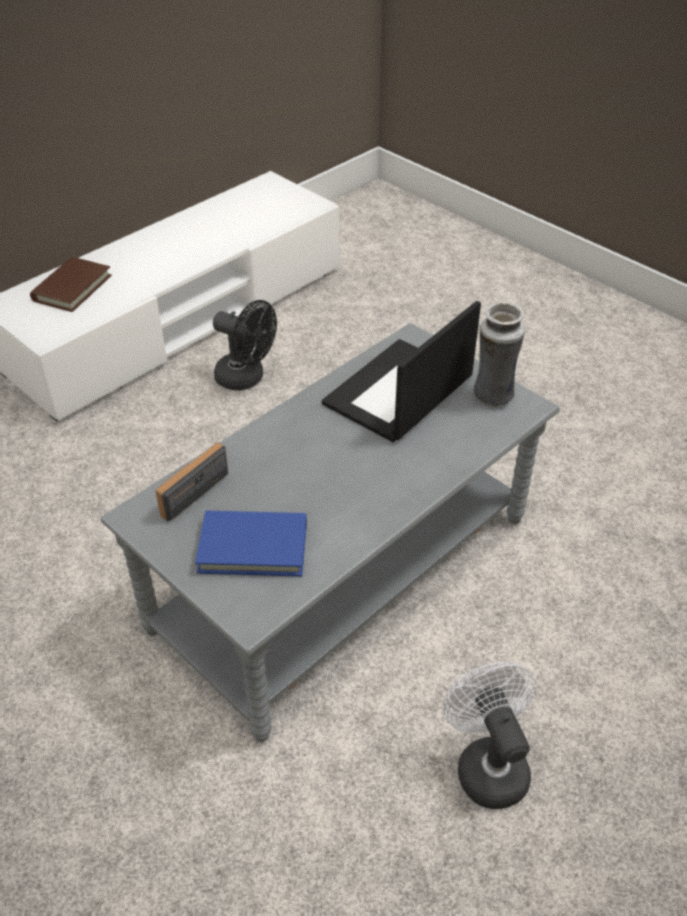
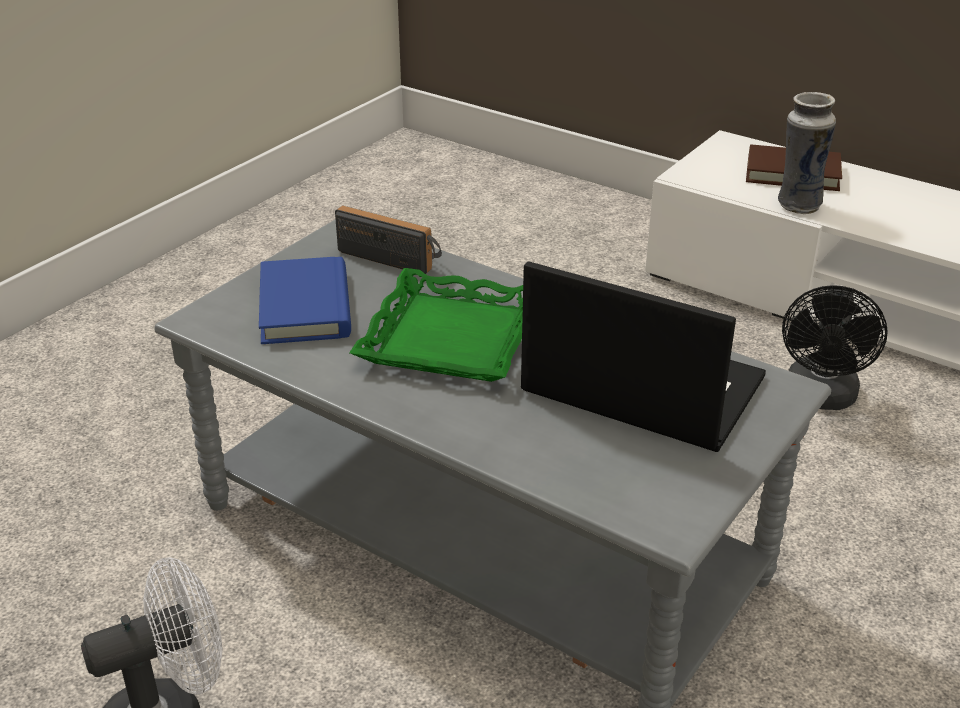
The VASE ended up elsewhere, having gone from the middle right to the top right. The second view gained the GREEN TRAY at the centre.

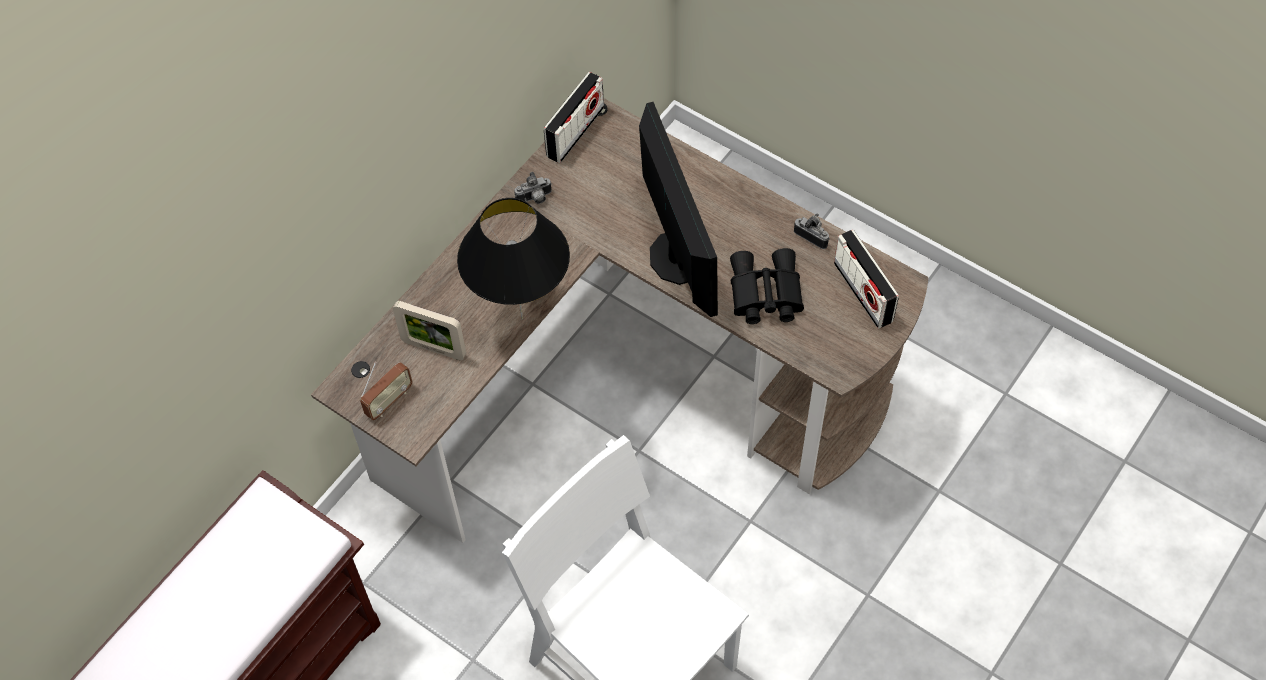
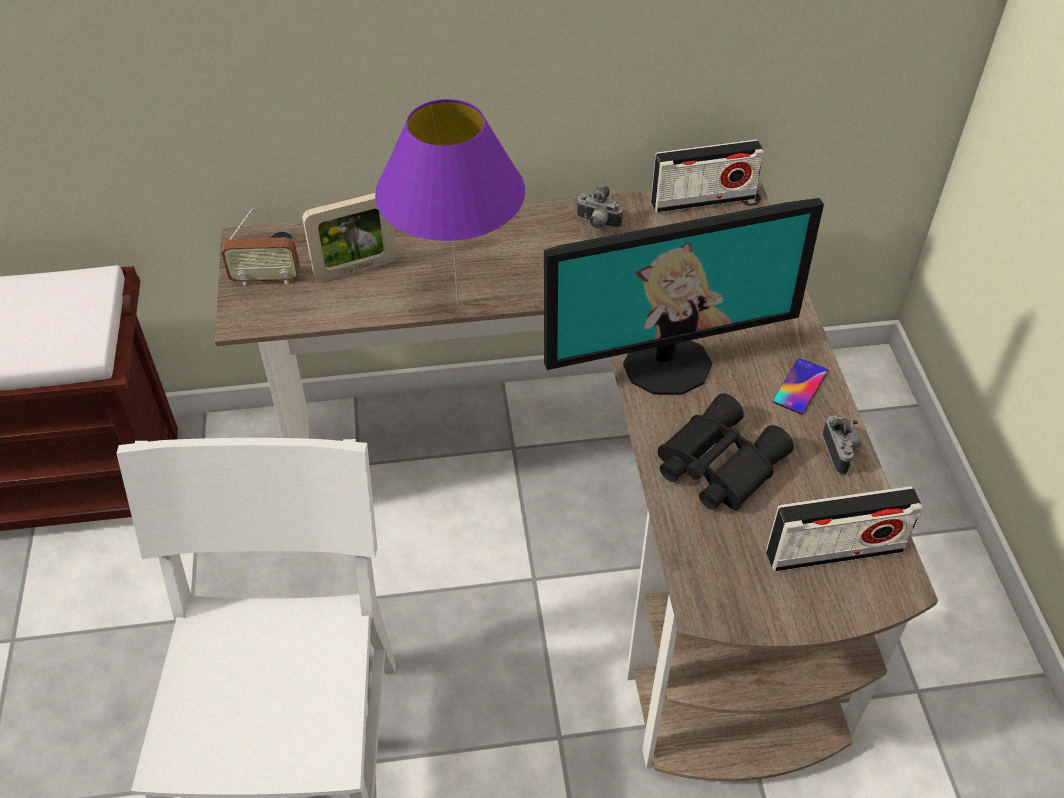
The MONITOR at the top centre ended up facing another way, 45 degrees clockwise from before. What was the BLACK TABLE LAMP at the centre turned into the PURPLE TABLE LAMP at the top centre. The RADIO (no. 3 from left) at the middle right ended up facing another way, 120 degrees counterclockwise from before. The PICTURE FRAME at the centre ended up facing another way, 90 degrees counterclockwise from before. The second view gained the PHONE at the middle right.

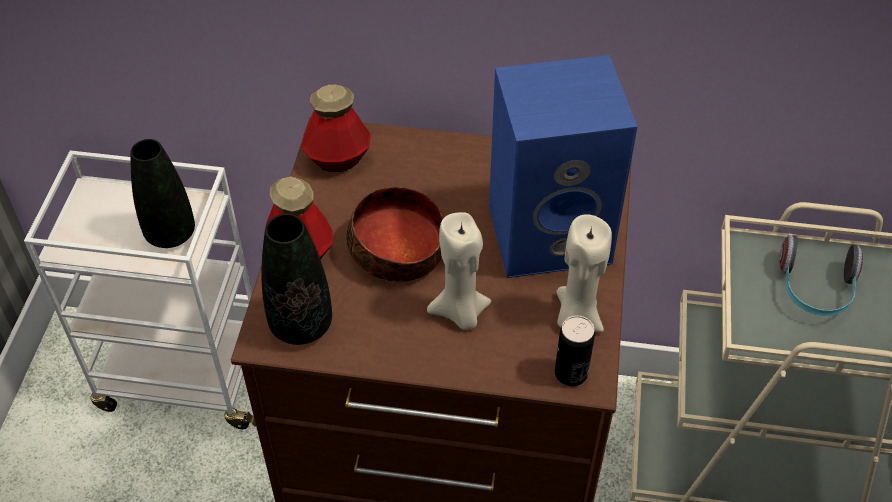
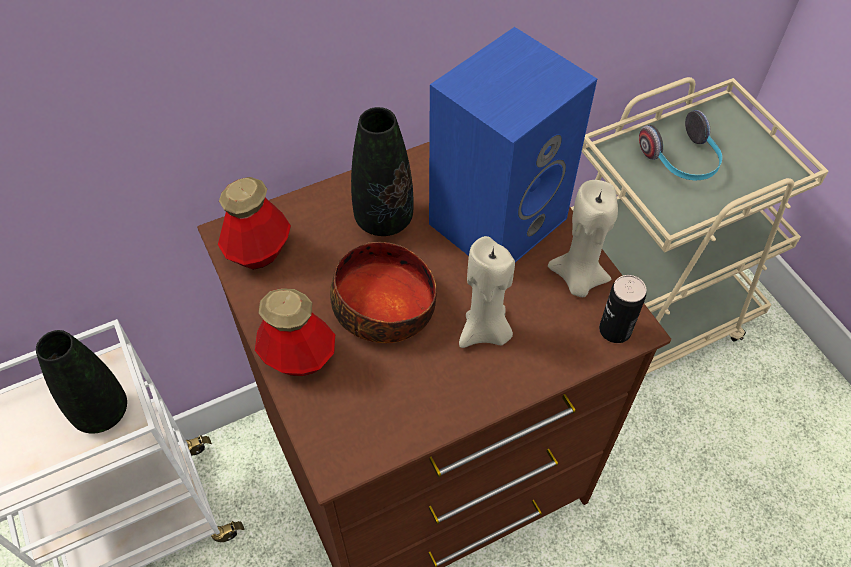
The BLACK VASE (no. 2 from left) ended up elsewhere, having gone from the middle left to the top centre.

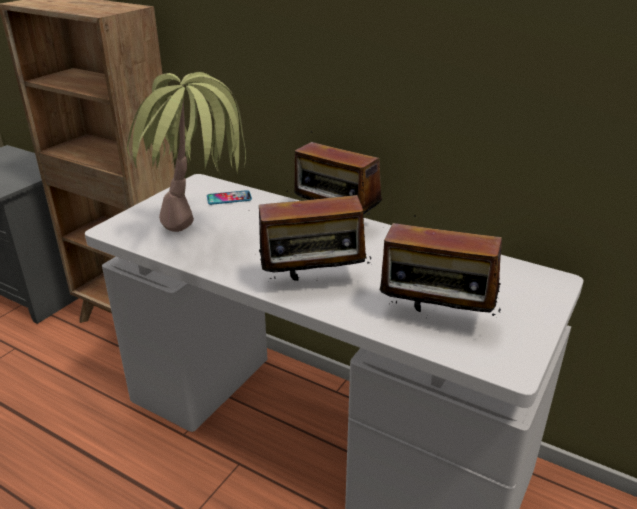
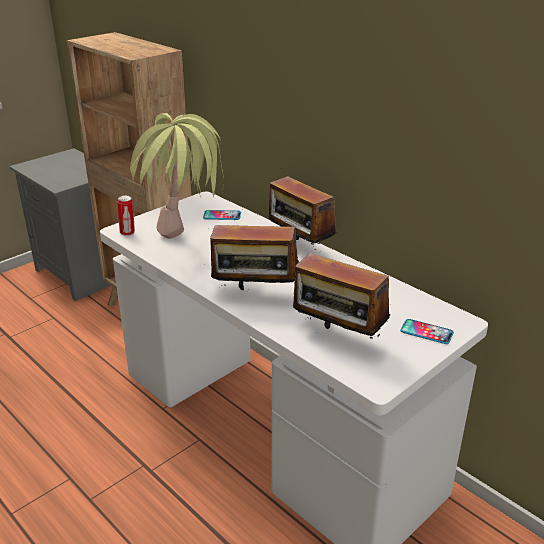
The second view gained the CAN at the middle left. The second view gained the PHONE (no. 2 from left) at the middle right.

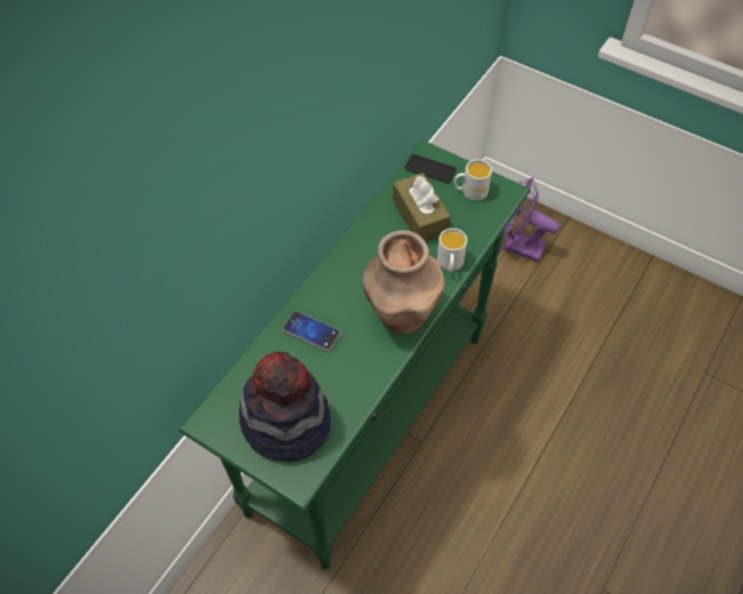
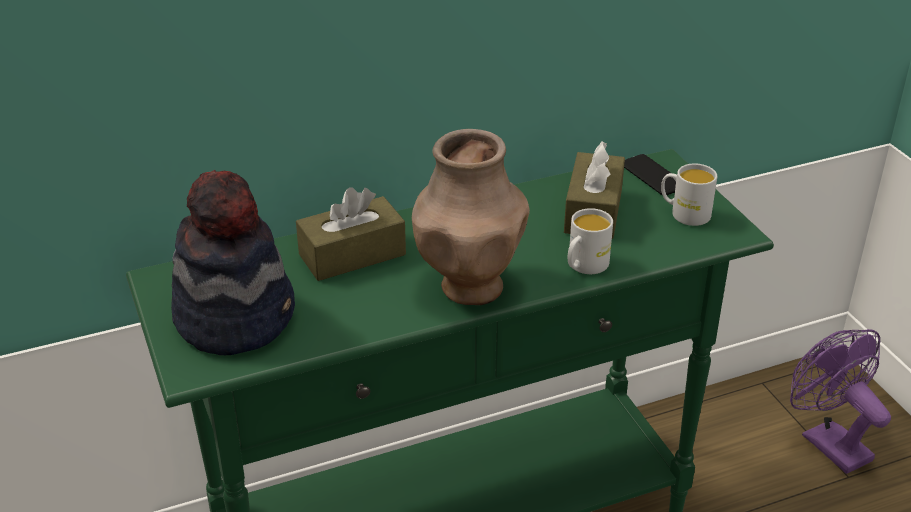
Where the PHONE (no. 1 from left) stood at the centre, the BROWN TISSUE BOX (no. 1 from left) came to stand at the centre.

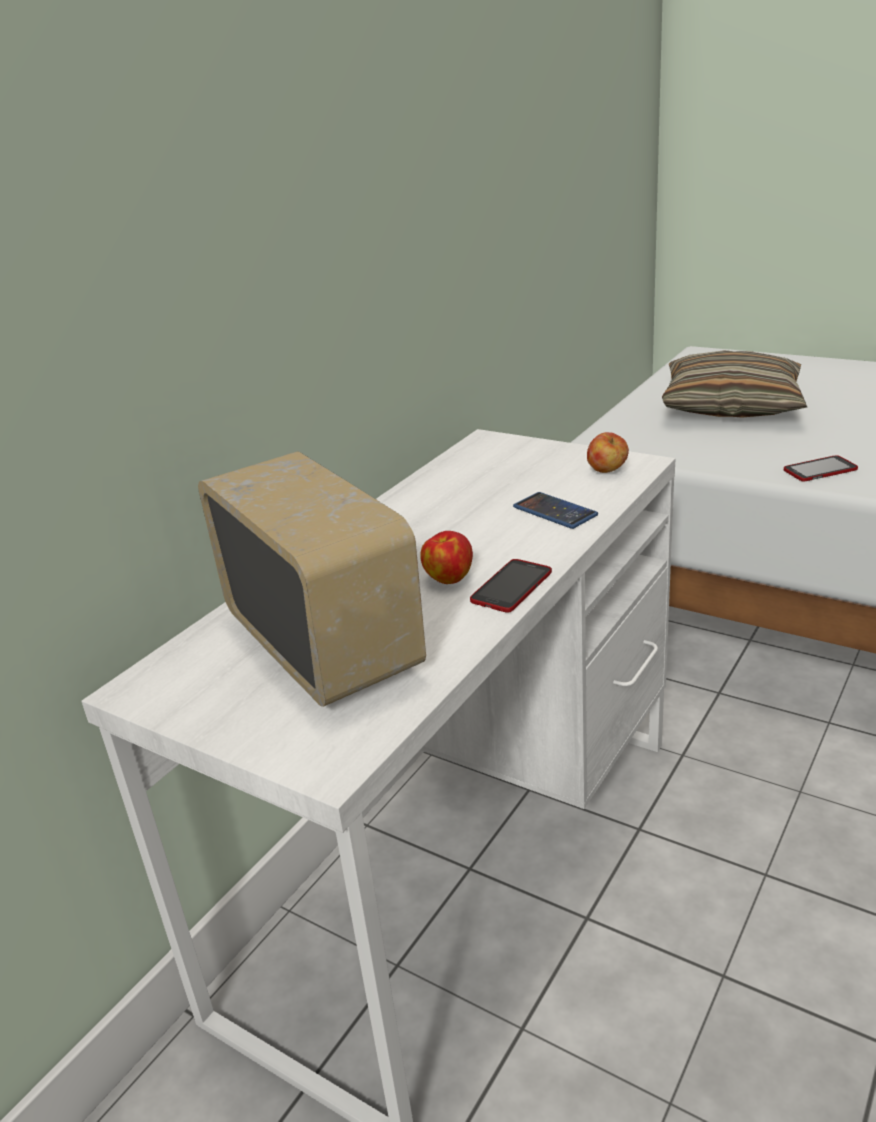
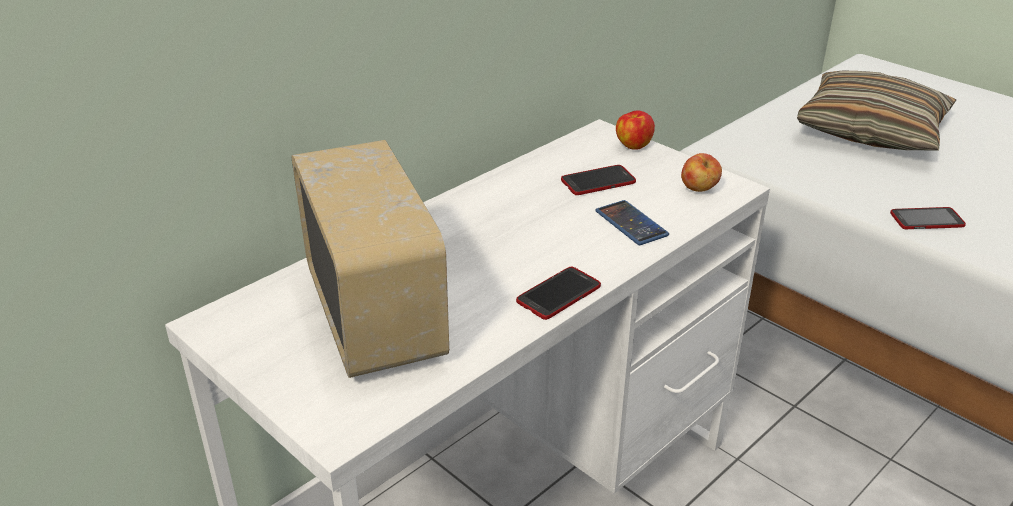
The APPLE (no. 1 from left) ended up elsewhere, having gone from the centre to the top centre. The second view gained the PHONE (no. 2 from left) at the centre.

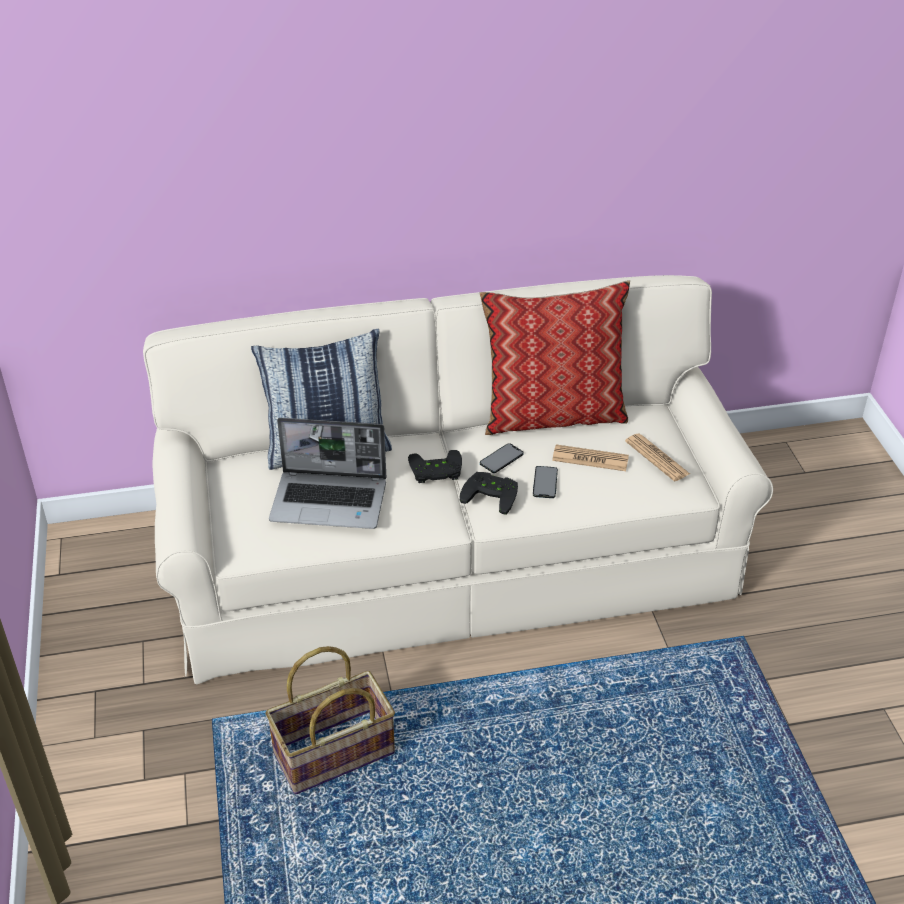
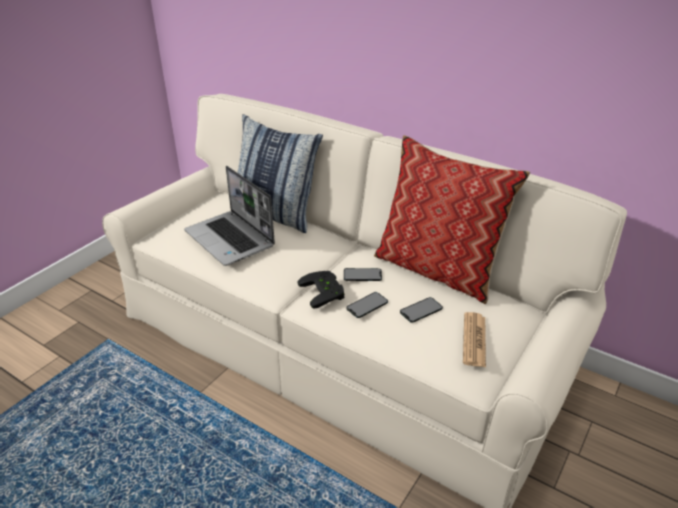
Where the NEWSPAPER (no. 1 from left) stood at the centre, the PHONE (no. 3 from left) came to stand at the centre. The second view lost the BLACK GAME CONTROLLER (no. 1 from left) at the centre. The second view lost the BASKET at the bottom centre.

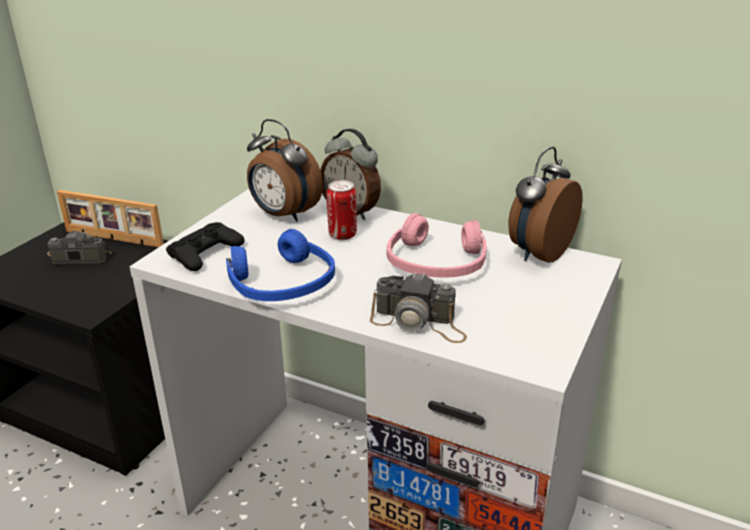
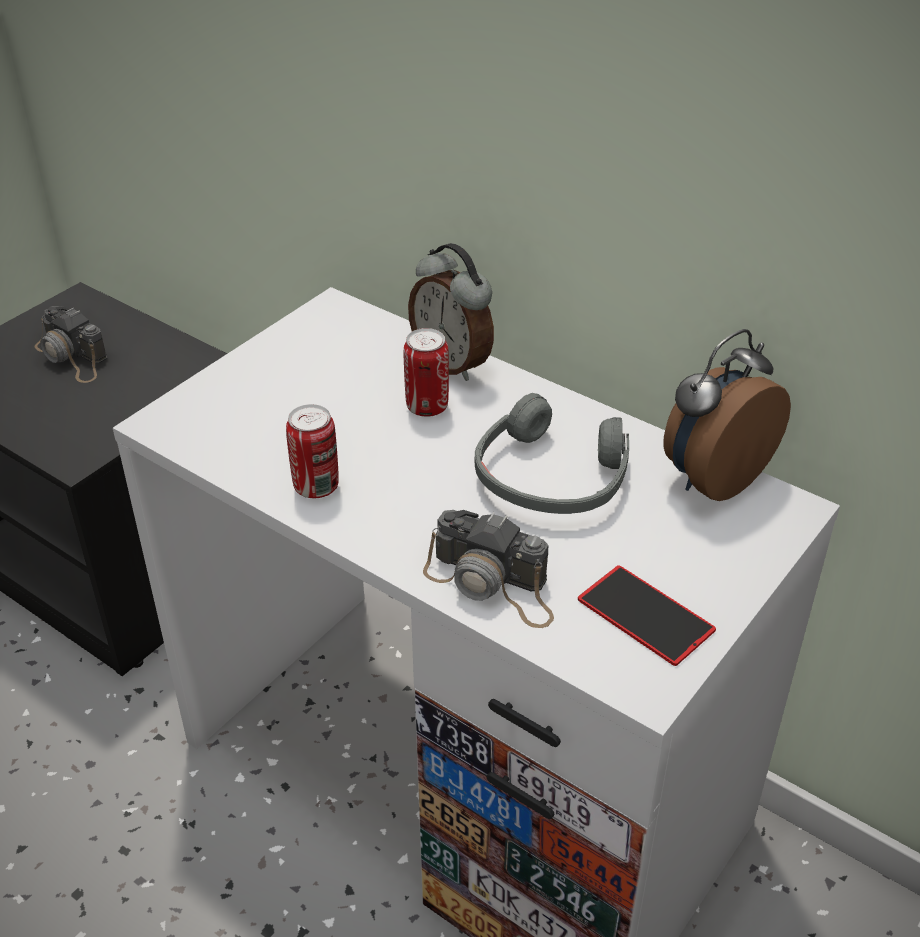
The second view lost the ALARM CLOCK (no. 1 from left) at the top centre. The second view lost the PICTURE FRAME at the middle left. What was the PINK HEADPHONES at the centre turned into the GREY HEADPHONES at the centre. The second view lost the BLACK GAME CONTROLLER at the middle left. Where the BLUE HEADPHONES stood at the centre, the CAN (no. 1 from left) came to stand at the centre. The PHOTO CAMERA (no. 1 from left) at the middle left ended up facing another way, 150 degrees counterclockwise from before. The second view gained the PHONE at the middle right.

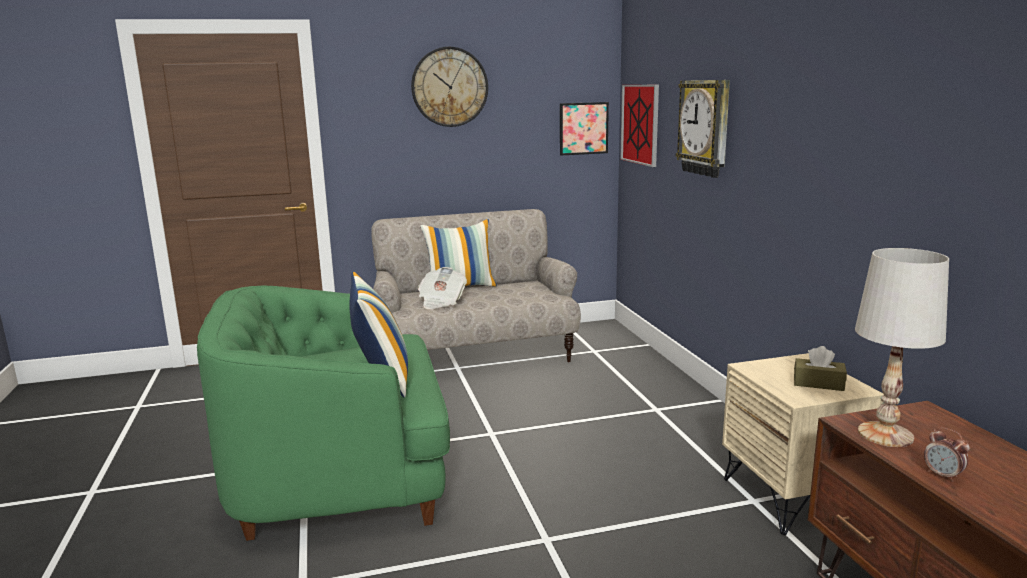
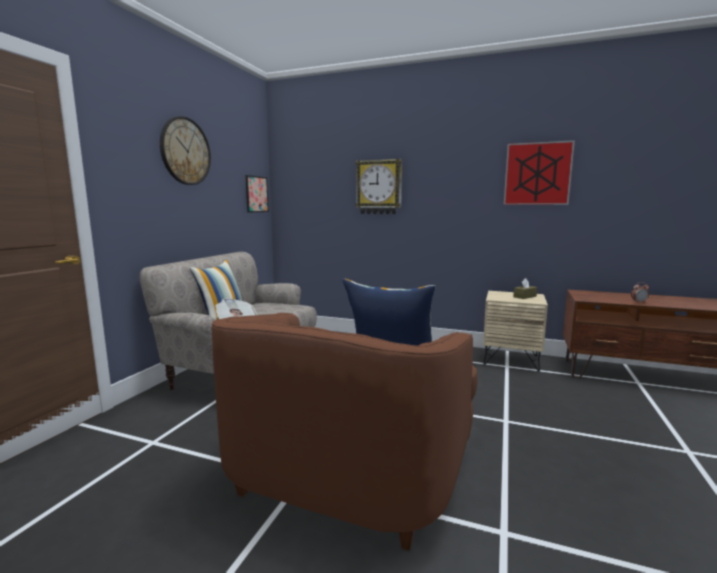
The PICTURE (no. 2 from left) ended up elsewhere, having gone from the top centre to the top right. The second view lost the WHITE TABLE LAMP at the middle right. What was the GREEN ARMCHAIR at the bottom left turned into the BROWN ARMCHAIR at the bottom centre.

